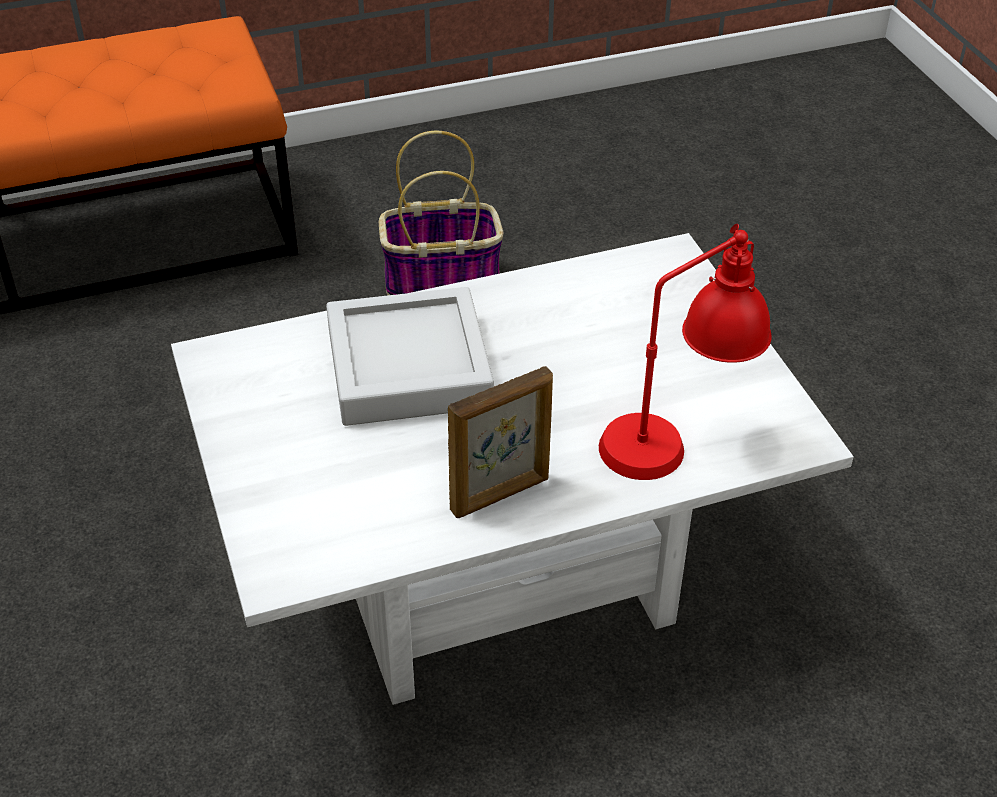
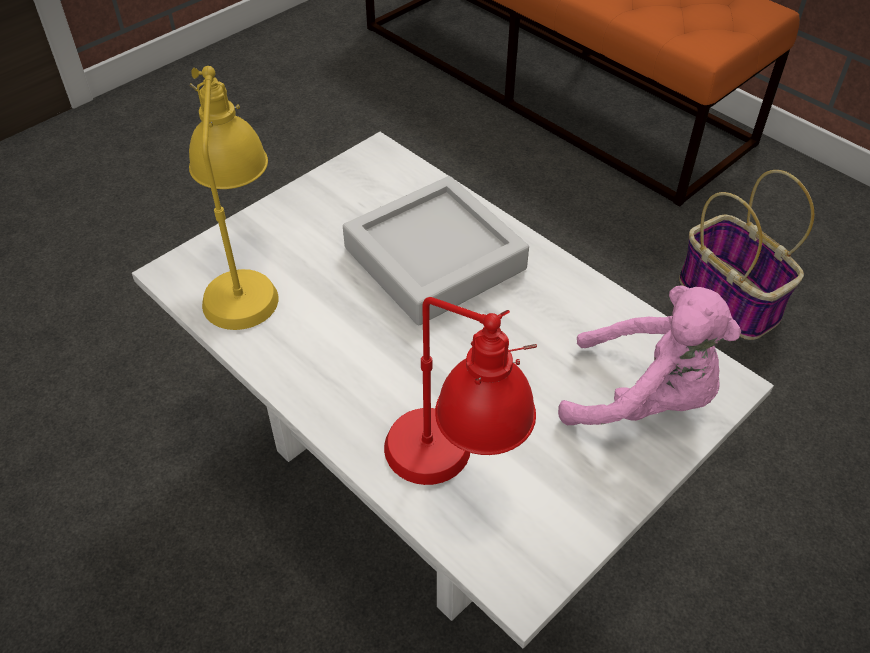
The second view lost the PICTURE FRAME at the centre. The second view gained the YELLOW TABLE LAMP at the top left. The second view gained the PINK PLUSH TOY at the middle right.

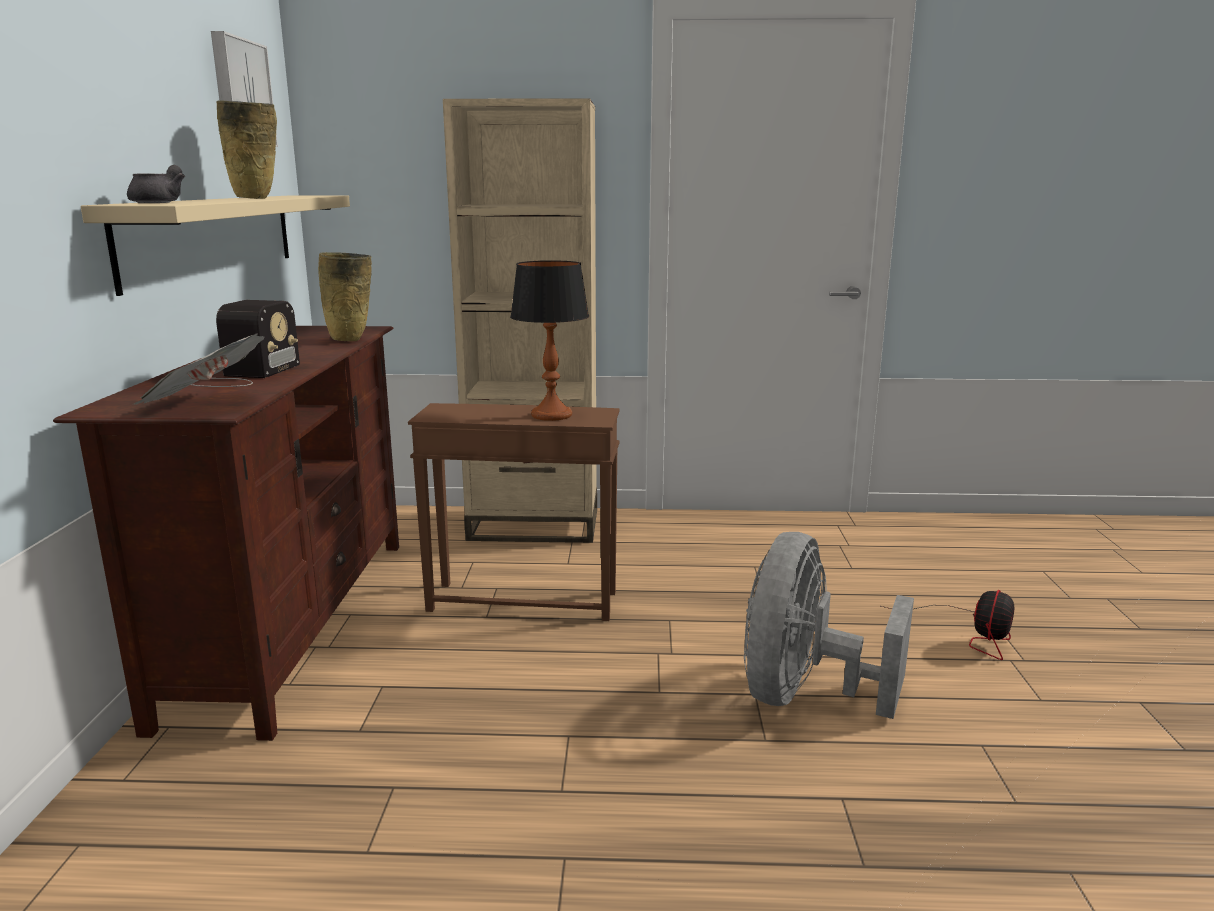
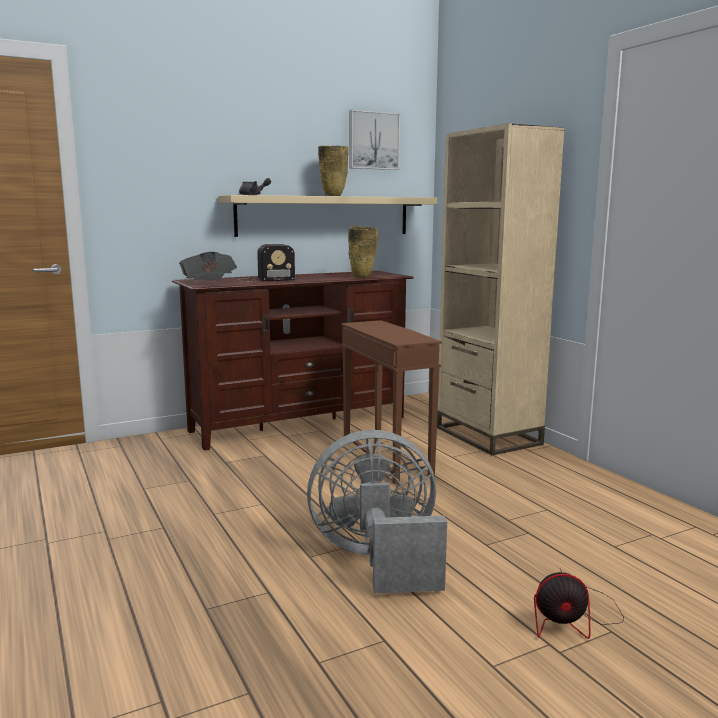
The second view lost the TABLE LAMP at the centre.

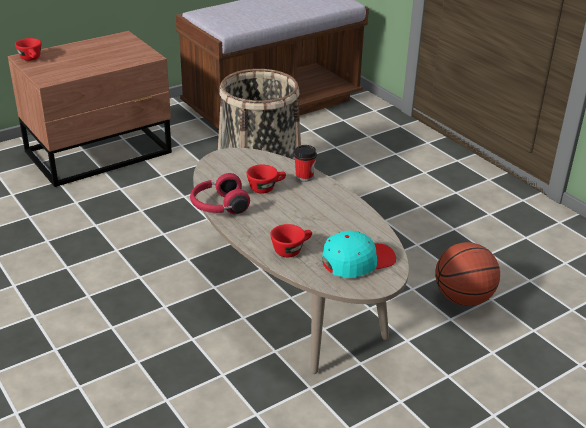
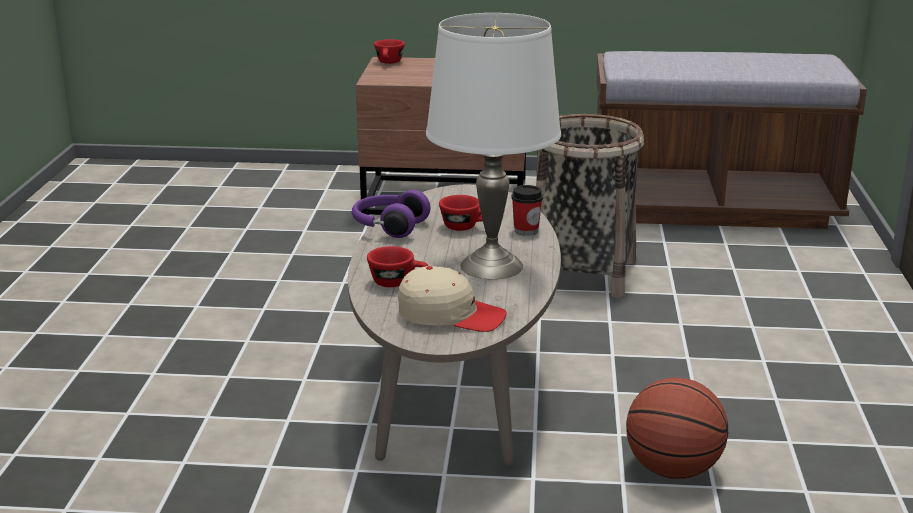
What was the RED HEADPHONES at the centre turned into the PURPLE HEADPHONES at the centre. What was the TURQUOISE CAP at the centre turned into the BEIGE CAP at the centre. The second view gained the WHITE TABLE LAMP at the top centre.

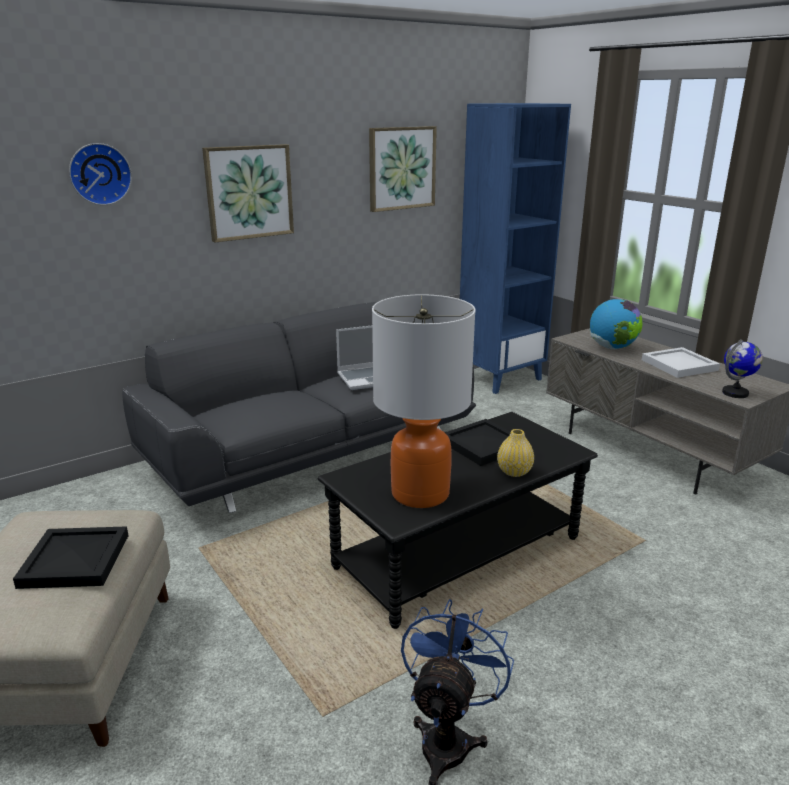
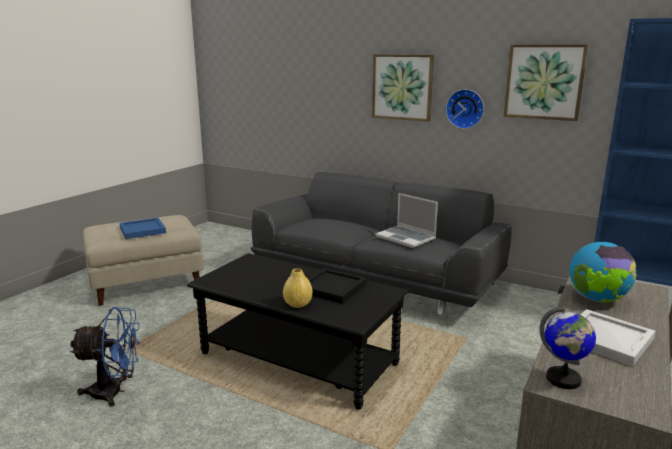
The WALL CLOCK ended up elsewhere, having gone from the top left to the top right. The second view lost the TABLE LAMP at the centre. What was the BLACK TRAY (no. 1 from left) at the bottom left turned into the BLUE TRAY at the middle left.

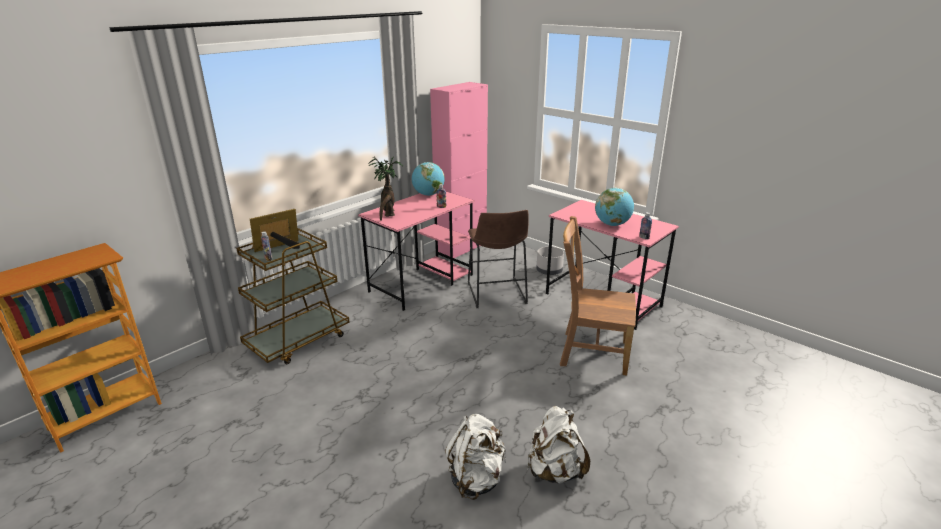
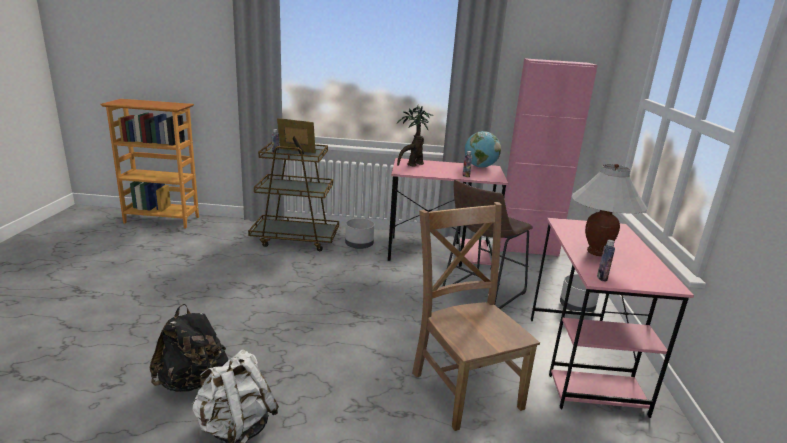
Where the GLOBE (no. 2 from left) stood at the centre, the WHITE TABLE LAMP came to stand at the middle right. What was the WHITE BACKPACK (no. 1 from left) at the bottom centre turned into the BLACK BACKPACK at the bottom left. The second view gained the GREY PLANTER (no. 1 from left) at the centre.

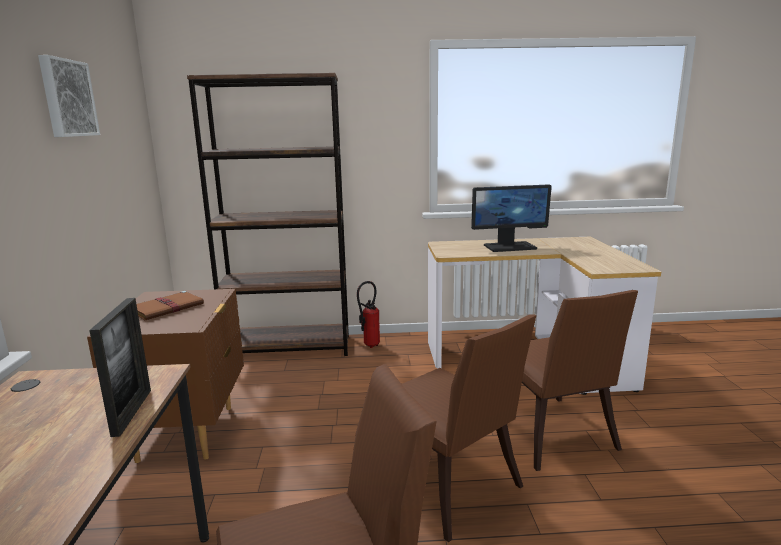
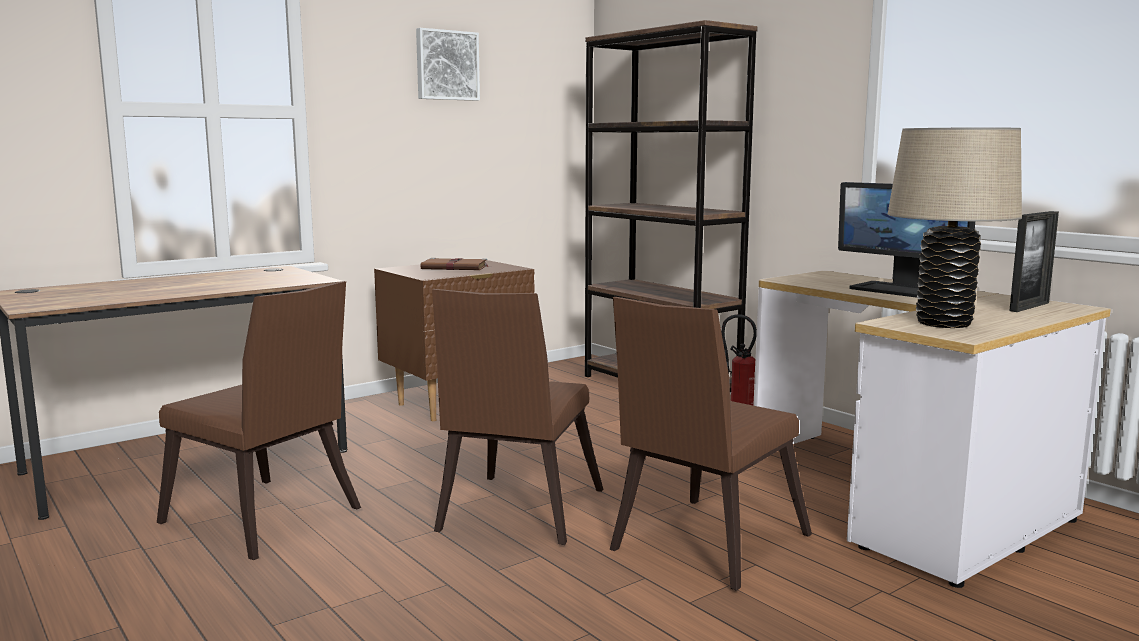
The PICTURE FRAME ended up elsewhere, having gone from the bottom left to the middle right. The second view gained the BEIGE TABLE LAMP at the middle right.

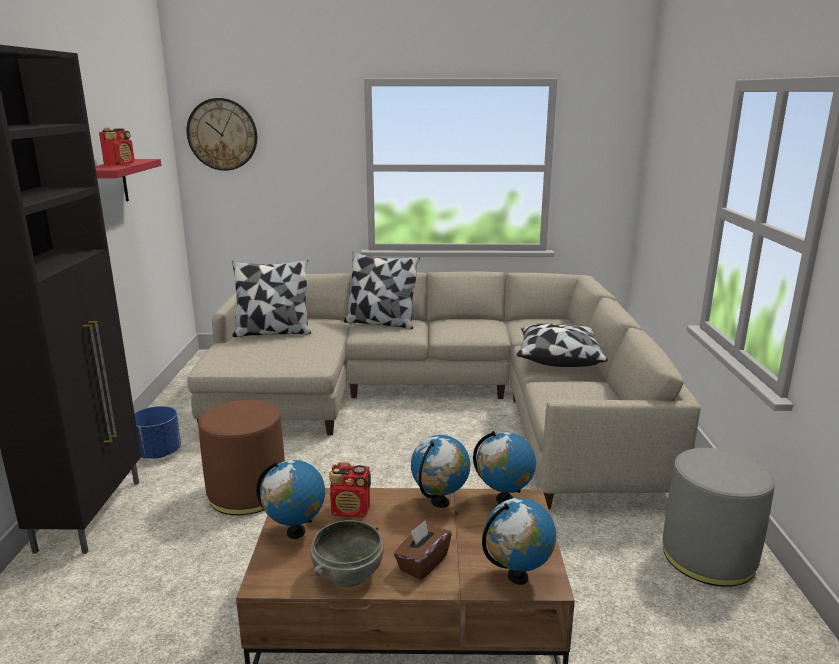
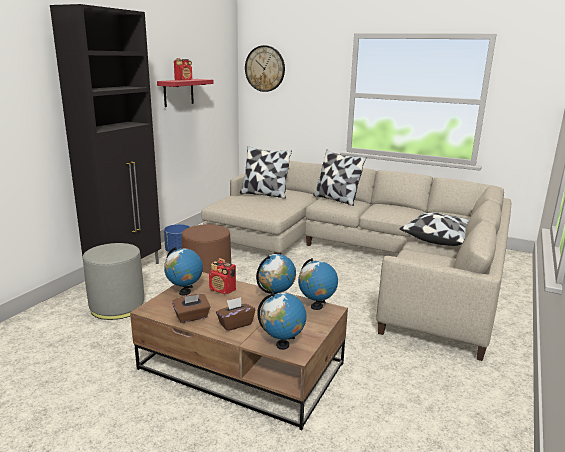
The GREY OTTOMAN ended up elsewhere, having gone from the bottom right to the middle left. Where the GREY BOWL stood at the bottom centre, the BROWN TISSUE BOX (no. 1 from left) came to stand at the bottom centre.

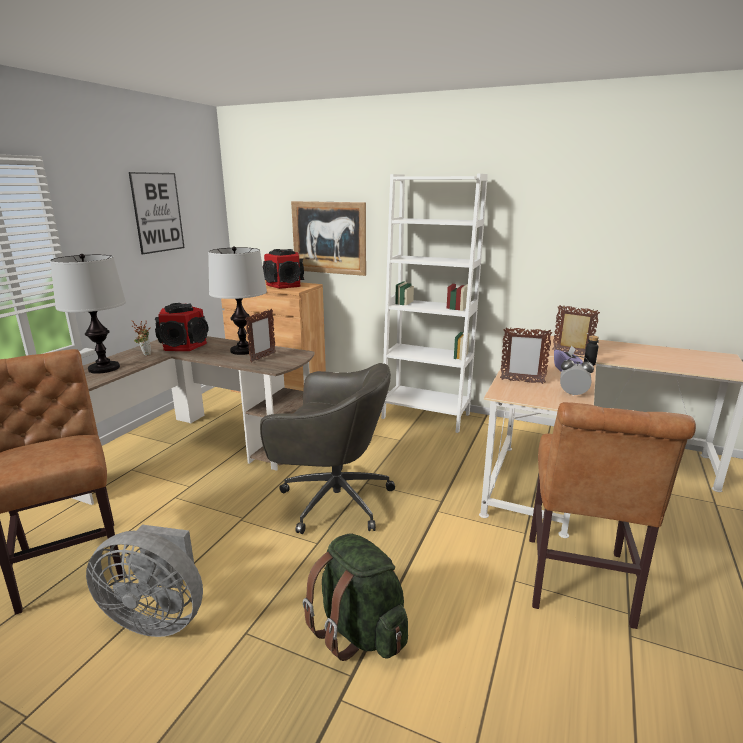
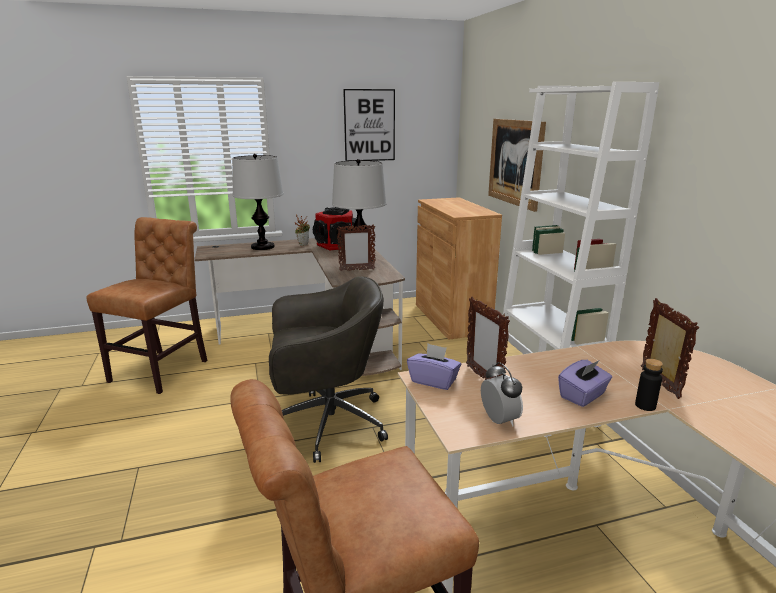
The second view lost the SPEAKER (no. 2 from left) at the centre. The GREY OFFICE CHAIR at the centre ended up facing another way, 75 degrees counterclockwise from before. The second view lost the GREY FAN at the bottom left. The second view lost the GREEN BACKPACK at the bottom centre. The second view gained the PURPLE TISSUE BOX (no. 1 from left) at the centre.

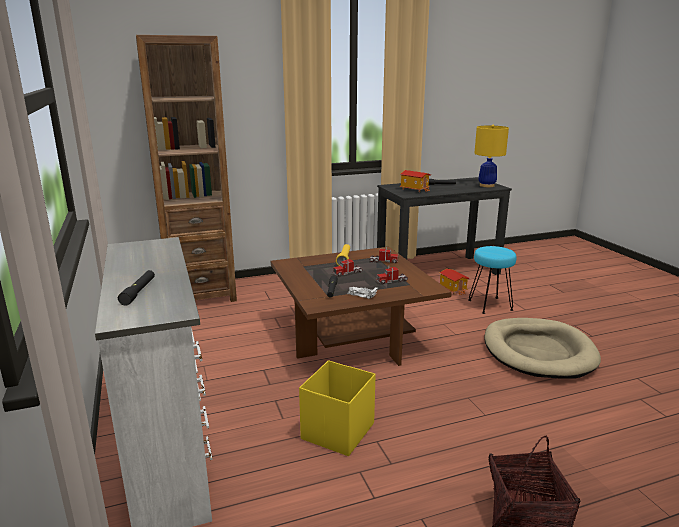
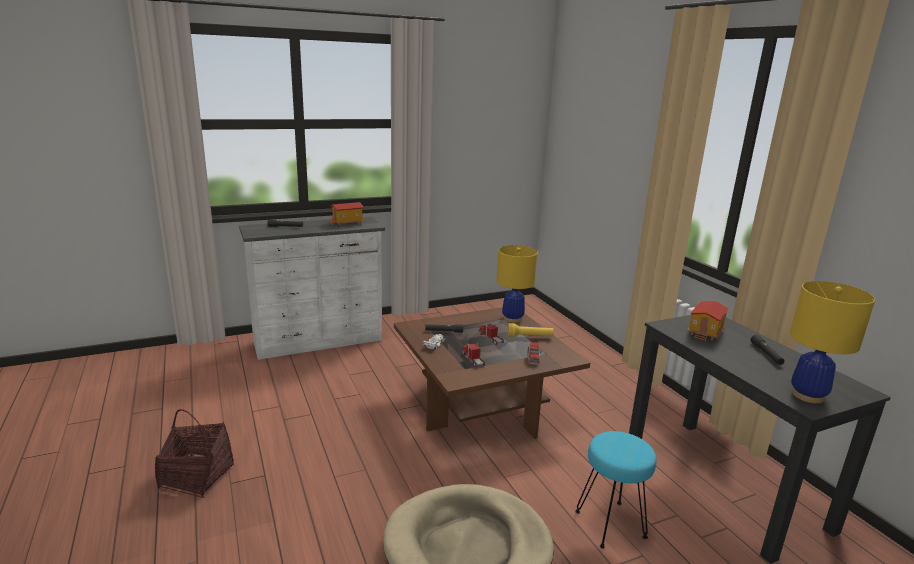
The second view lost the BROWN BOOKCASE at the top left. The TOY HOUSE (no. 2 from left in the first image) ended up elsewhere, having gone from the middle right to the centre. The second view lost the YELLOW STORAGE BOX at the bottom centre. The second view gained the YELLOW TABLE LAMP (no. 1 from left) at the centre.

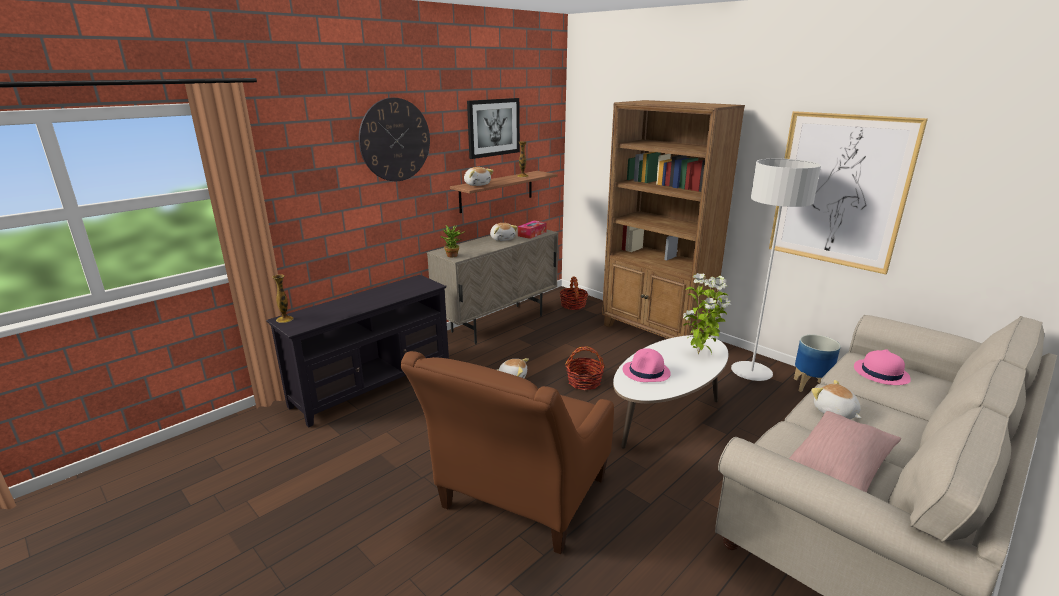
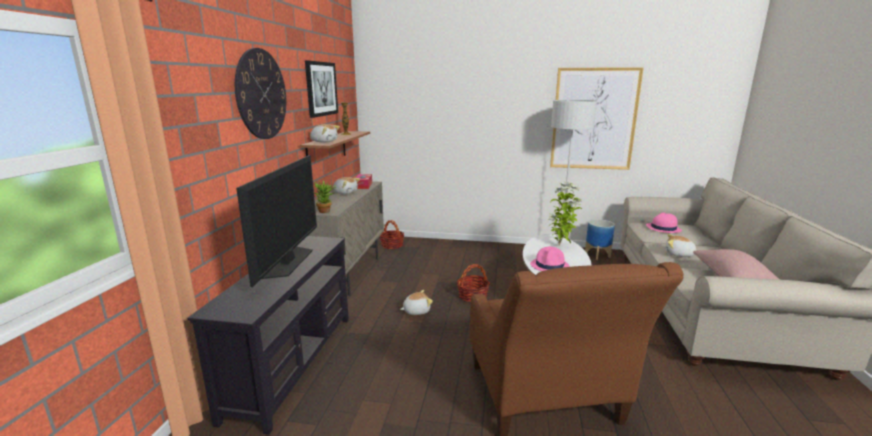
The second view lost the BROWN BOOKCASE at the centre. The second view lost the VASE (no. 1 from left) at the middle left. The second view gained the TELEVISION at the middle left.

